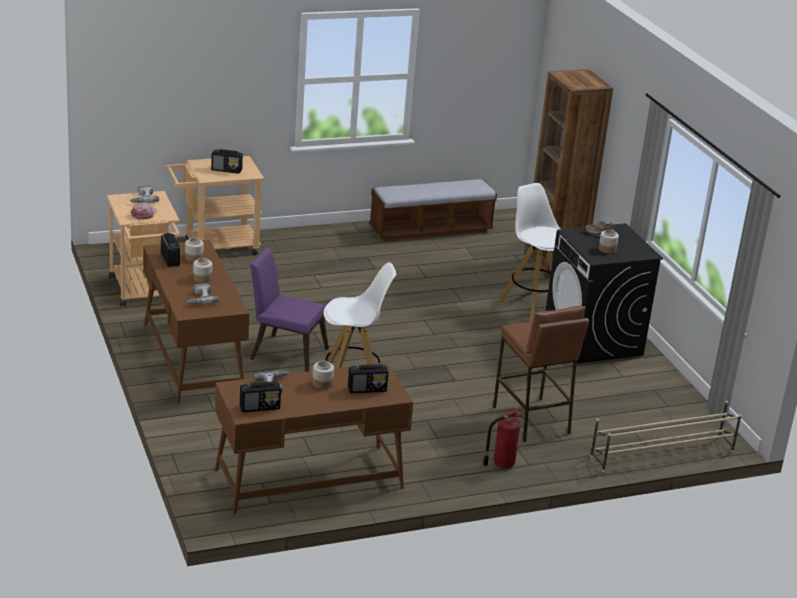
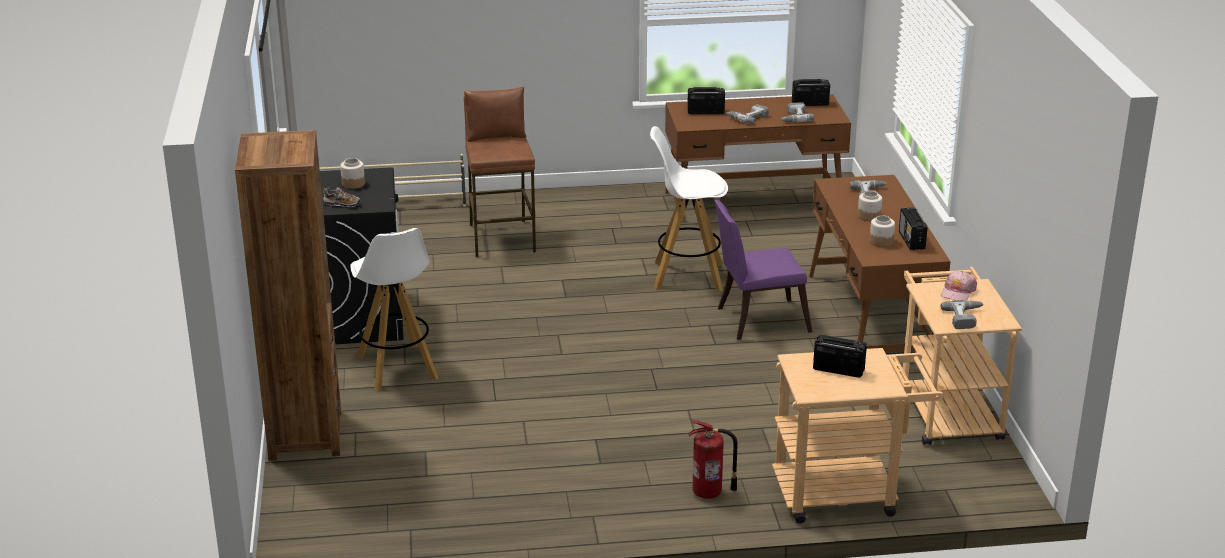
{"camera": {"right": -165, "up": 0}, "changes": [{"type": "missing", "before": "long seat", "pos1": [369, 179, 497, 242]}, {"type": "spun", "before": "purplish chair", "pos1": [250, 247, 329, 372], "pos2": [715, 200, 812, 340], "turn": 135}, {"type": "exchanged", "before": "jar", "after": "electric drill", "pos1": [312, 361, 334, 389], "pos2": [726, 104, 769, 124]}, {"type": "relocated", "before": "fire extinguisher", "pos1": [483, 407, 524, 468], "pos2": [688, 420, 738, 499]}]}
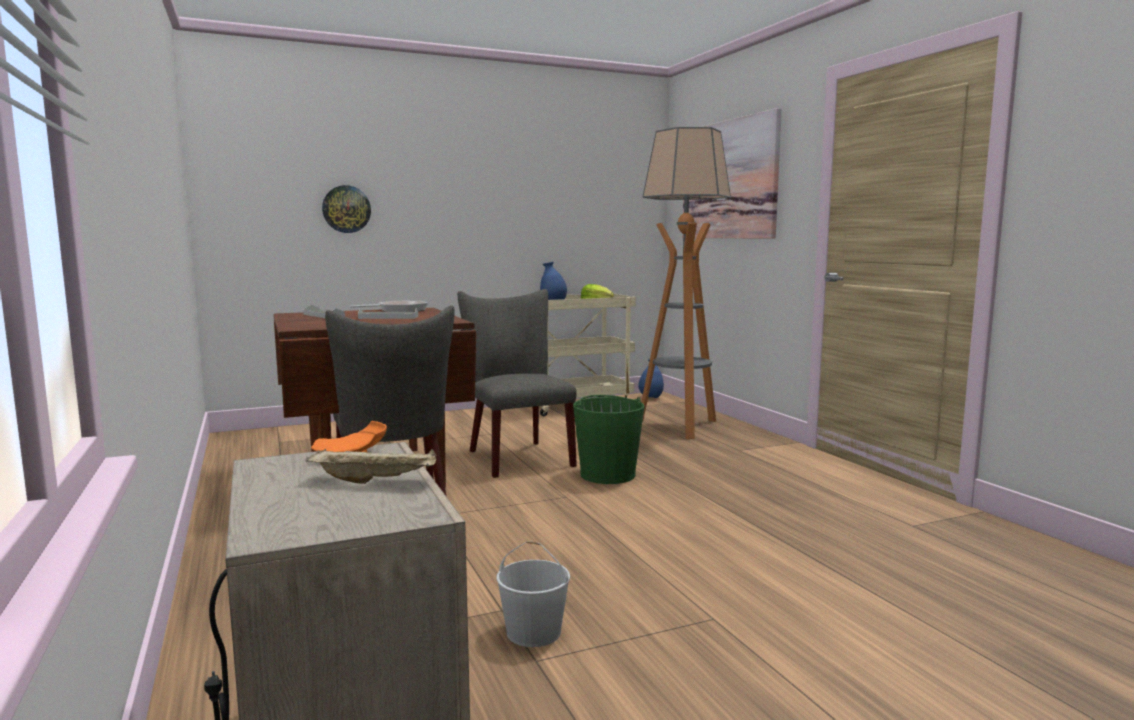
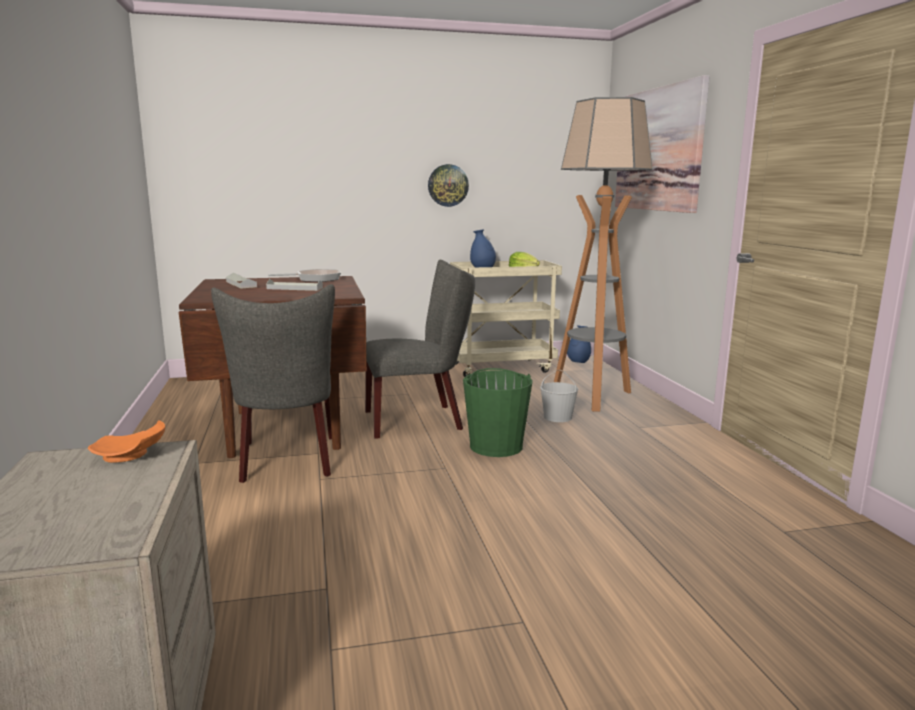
{"camera": {"right": 10, "up": 5}, "changes": [{"type": "relocated", "before": "clock on the wall", "pos1": [322, 185, 371, 233], "pos2": [428, 164, 469, 207]}, {"type": "spun", "before": "grey chair", "pos1": [458, 289, 577, 478], "pos2": [365, 260, 475, 439], "turn": 90}, {"type": "missing", "before": "beige tray", "pos1": [305, 449, 436, 484]}, {"type": "relocated", "before": "white-coloured pail", "pos1": [496, 541, 570, 647], "pos2": [540, 370, 579, 422]}]}
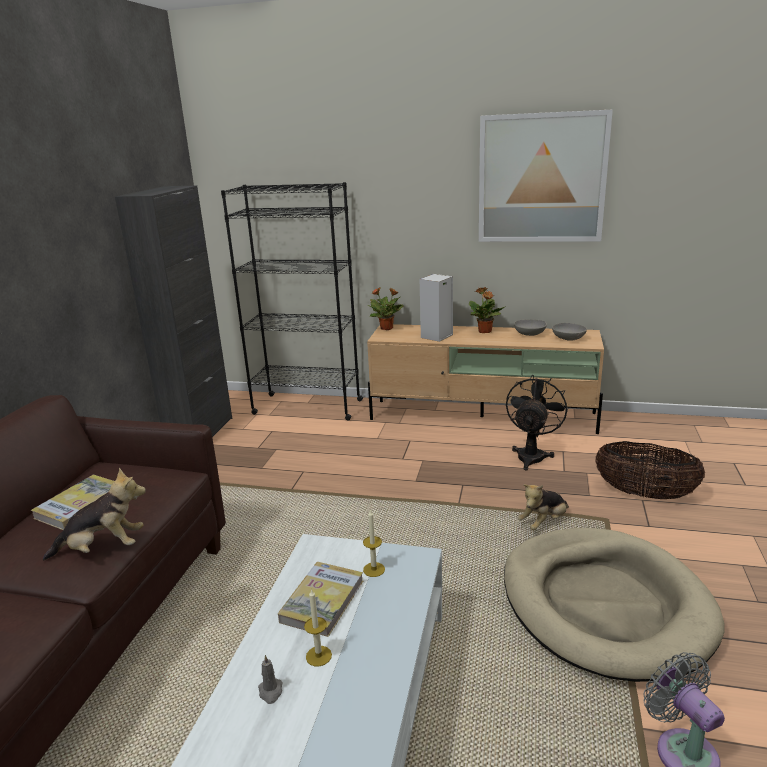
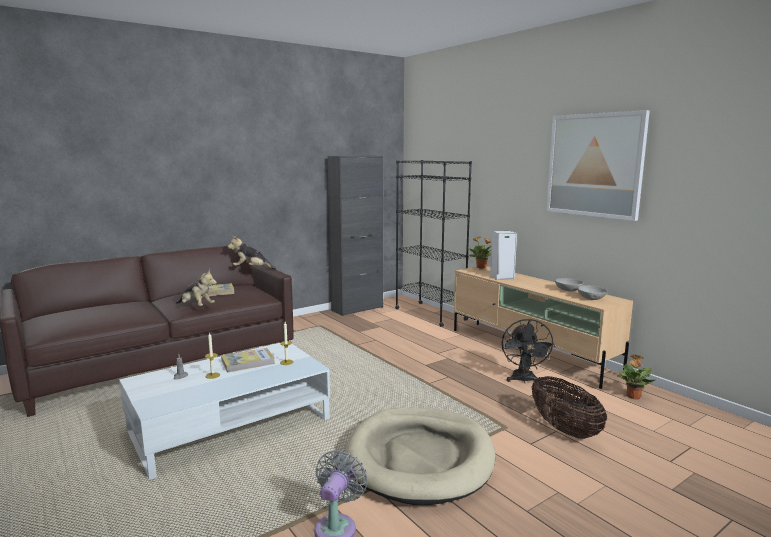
{"camera": {"right": 40, "up": -10}, "changes": [{"type": "relocated", "before": "potted plant", "pos1": [469, 287, 506, 333], "pos2": [618, 354, 655, 399]}, {"type": "spun", "before": "black fan", "pos1": [506, 375, 569, 470], "pos2": [502, 319, 555, 383], "turn": 120}, {"type": "relocated", "before": "cuddly toy", "pos1": [518, 485, 569, 530], "pos2": [228, 236, 276, 269]}]}
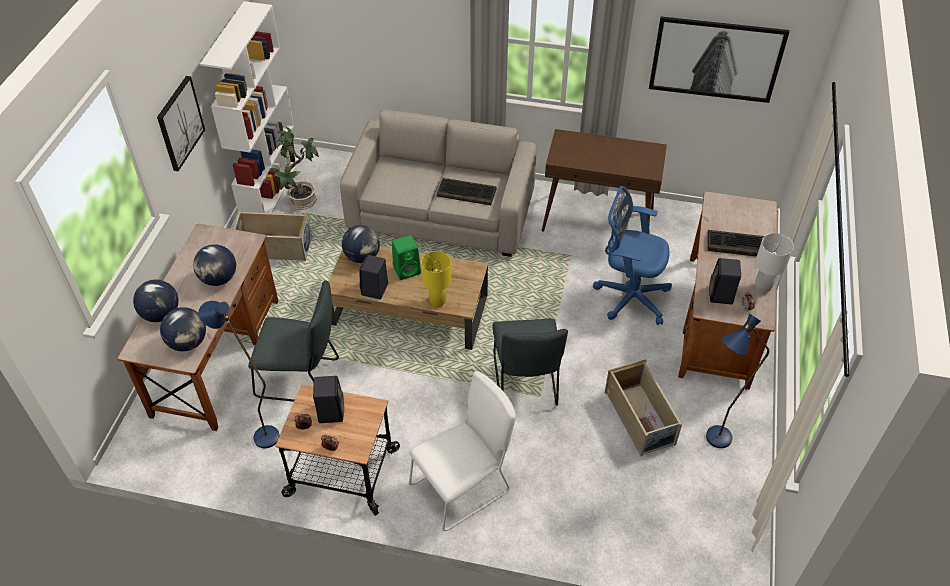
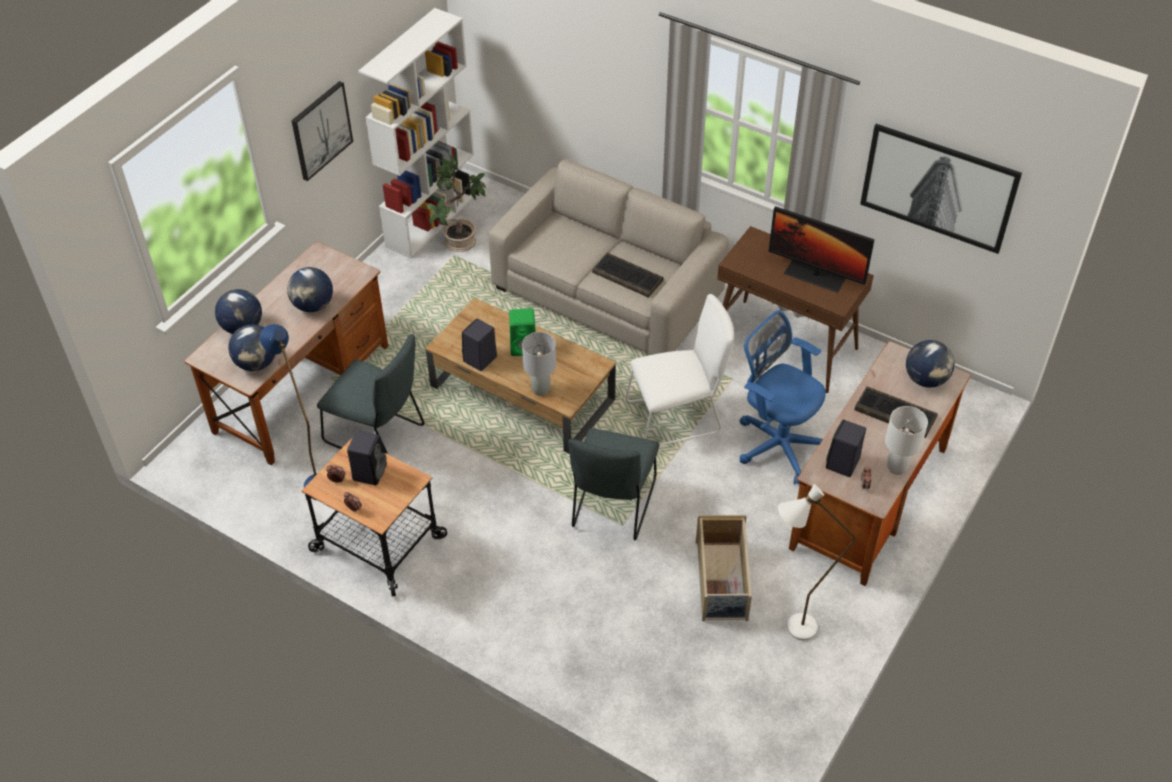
{"camera": {"right": 20, "up": 0}, "changes": [{"type": "missing", "before": "beige storage box", "pos1": [234, 212, 312, 261]}, {"type": "relocated", "before": "globe", "pos1": [342, 225, 380, 263], "pos2": [906, 340, 955, 388]}, {"type": "colour", "before": "yellow lamp for a table", "after": "grey lamp for a table", "pos1": [421, 251, 451, 307], "pos2": [522, 332, 556, 396]}, {"type": "colour", "before": "blue standing lamp", "after": "white-coloured standing lamp", "pos1": [706, 314, 769, 448], "pos2": [778, 484, 855, 641]}, {"type": "relocated", "before": "white-coloured chair", "pos1": [409, 371, 516, 531], "pos2": [626, 294, 734, 446]}, {"type": "appeared", "after": "computer display", "pos2": [769, 206, 874, 293]}]}
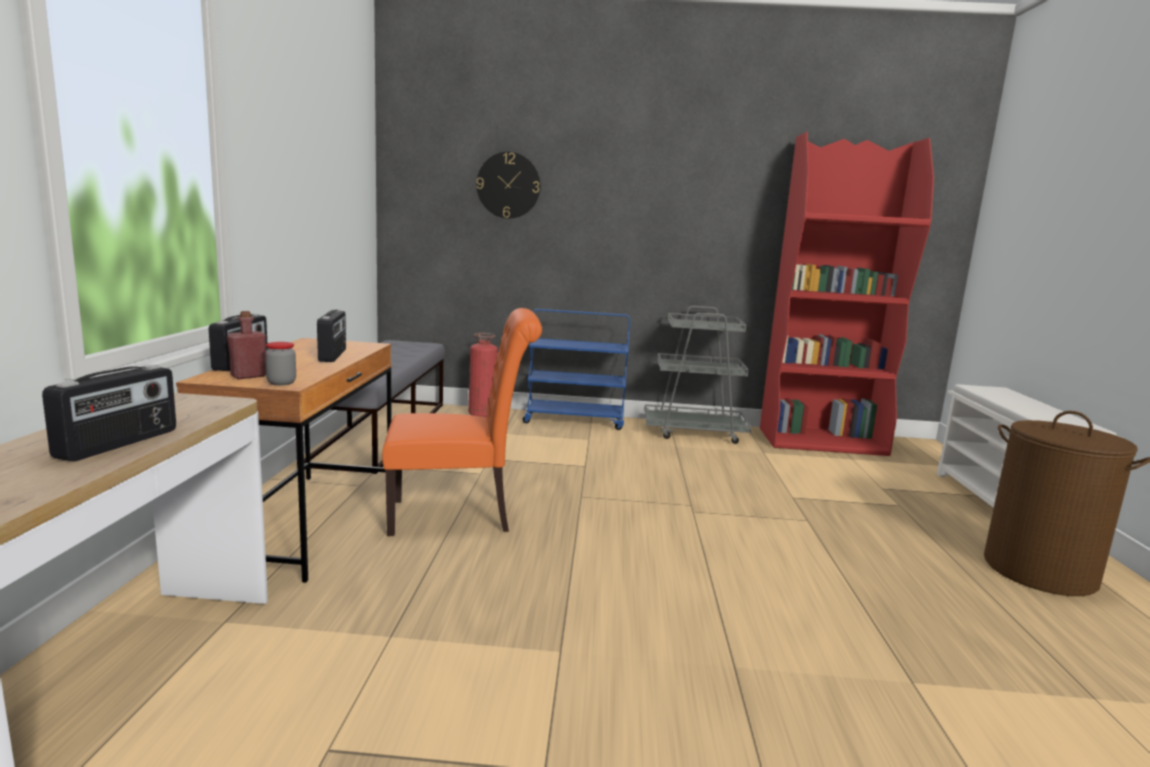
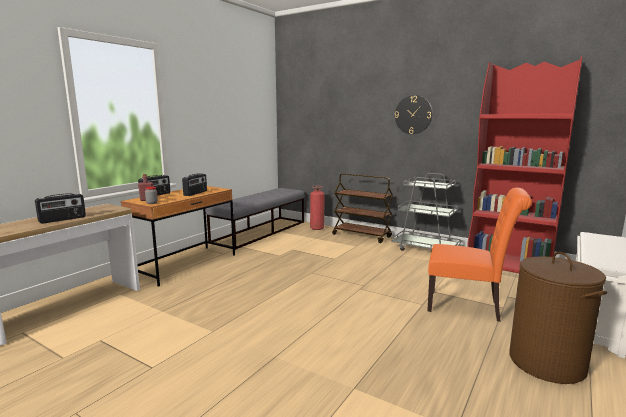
{"camera": {"right": 30, "up": 0}, "changes": [{"type": "relocated", "before": "clock on the wall", "pos1": [476, 152, 540, 219], "pos2": [395, 95, 432, 134]}, {"type": "relocated", "before": "orangey chair", "pos1": [382, 308, 542, 536], "pos2": [427, 188, 532, 322]}, {"type": "colour", "before": "blue cart", "after": "brown-coloured cart", "pos1": [522, 309, 630, 430], "pos2": [332, 173, 393, 243]}]}
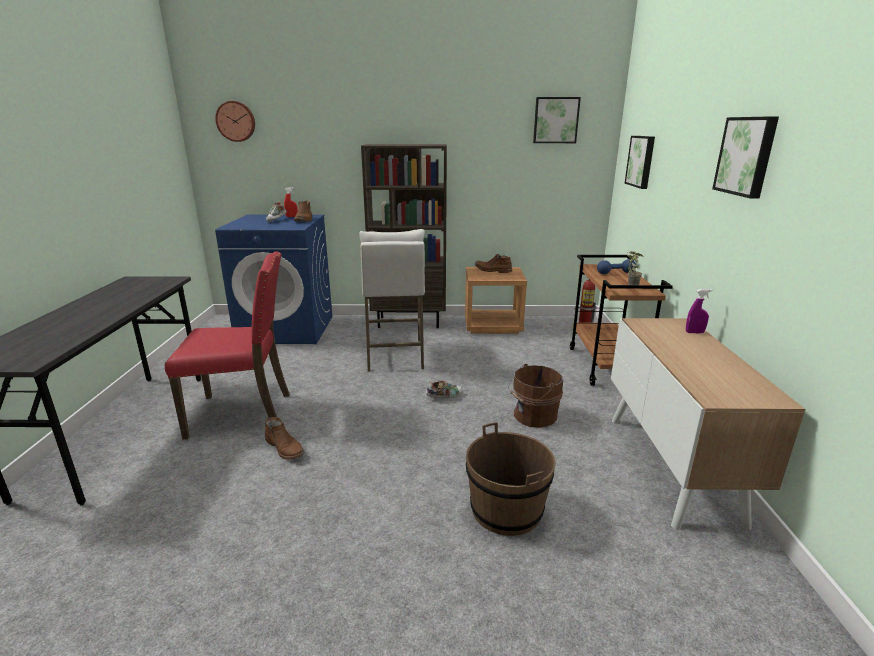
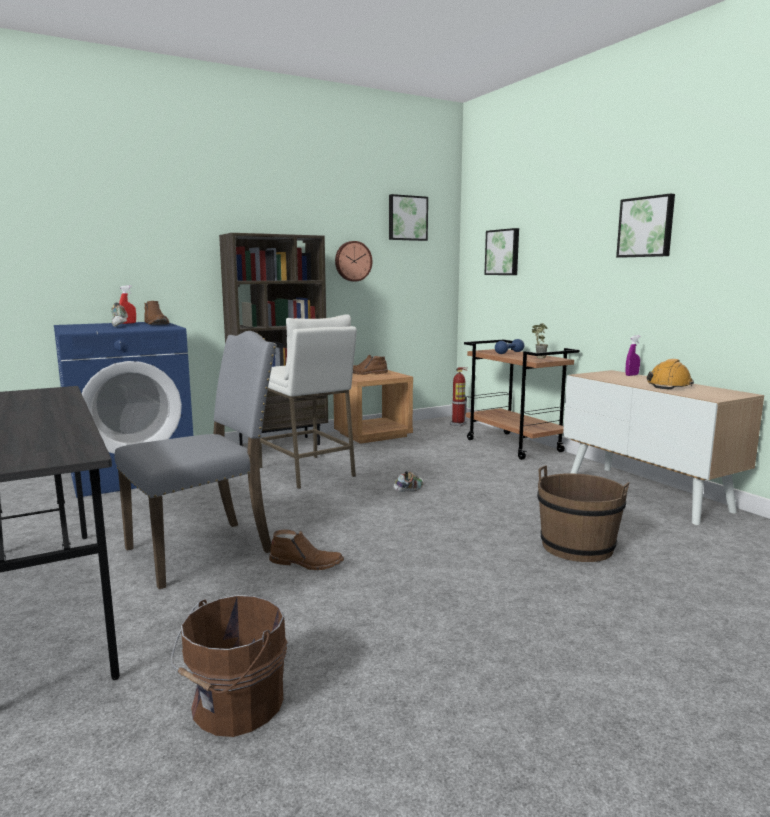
{"camera": {"right": -30, "up": -10}, "changes": [{"type": "relocated", "before": "clock on the wall", "pos1": [215, 101, 255, 142], "pos2": [335, 241, 372, 282]}, {"type": "colour", "before": "reddish chair", "after": "grey chair", "pos1": [165, 251, 290, 439], "pos2": [114, 331, 277, 589]}, {"type": "relocated", "before": "brown-coloured pail", "pos1": [508, 364, 563, 428], "pos2": [171, 595, 287, 737]}, {"type": "appeared", "after": "orangey safety helmet", "pos2": [647, 359, 694, 390]}]}
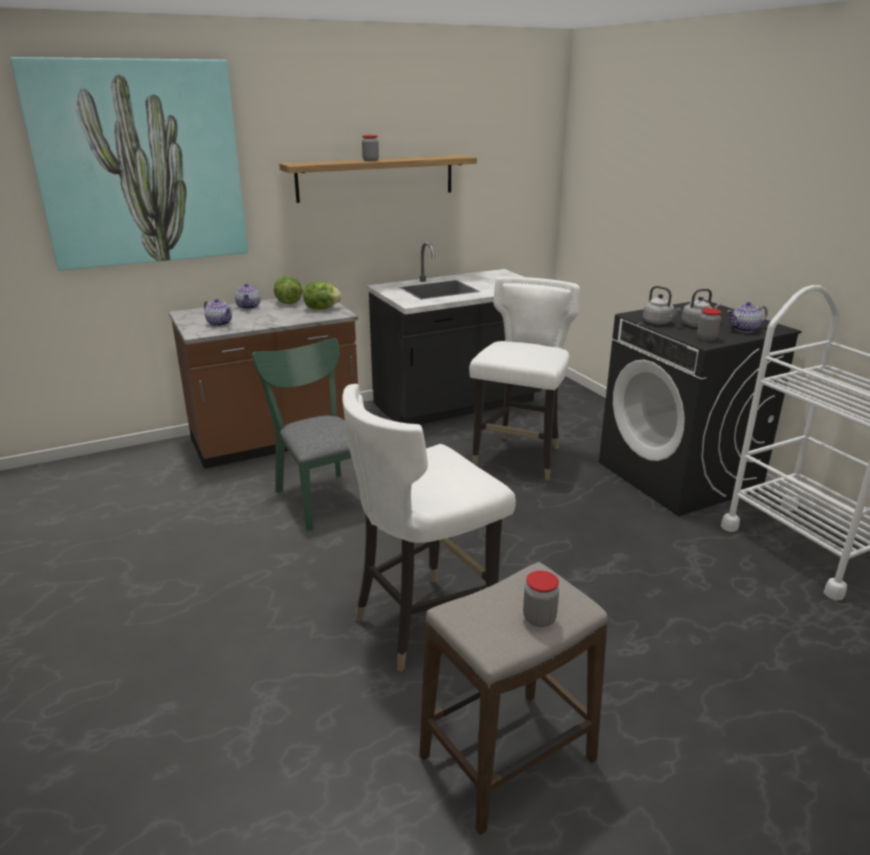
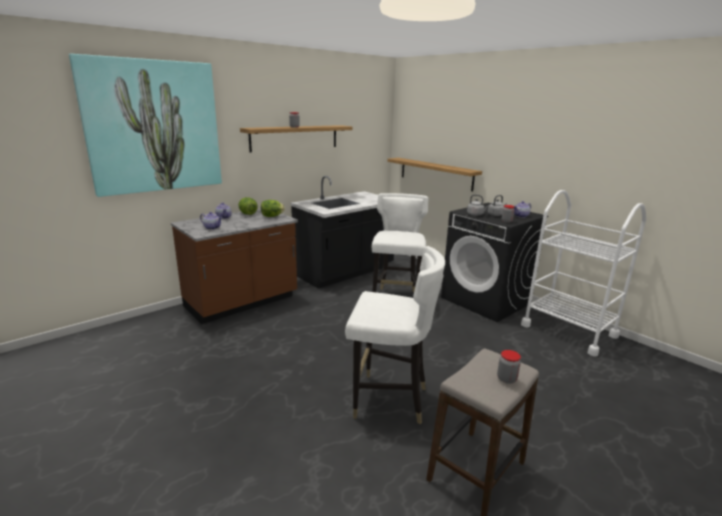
{"camera": {"right": -15, "up": -5}, "changes": [{"type": "missing", "before": "green chair", "pos1": [252, 338, 352, 531]}, {"type": "spun", "before": "white-coloured chair", "pos1": [342, 384, 516, 672], "pos2": [345, 246, 445, 424], "turn": -120}, {"type": "appeared", "after": "wall shelf", "pos2": [387, 158, 482, 191]}]}
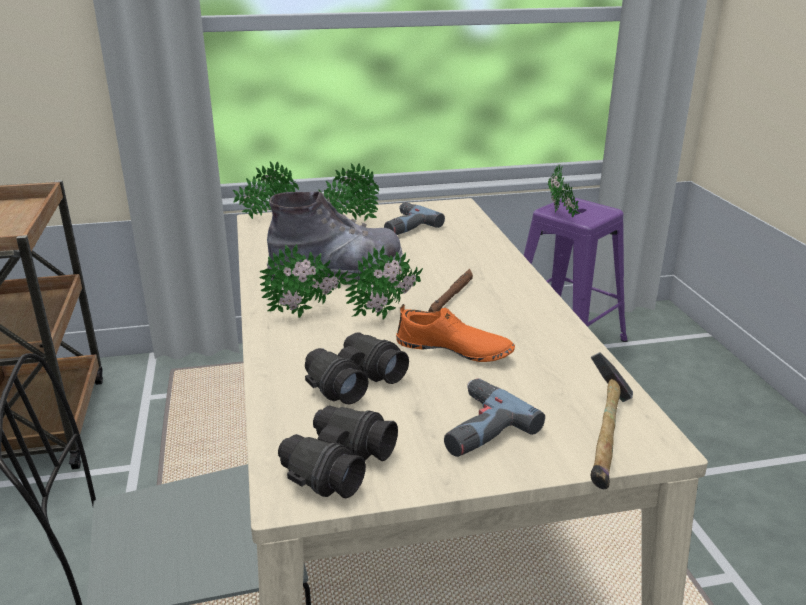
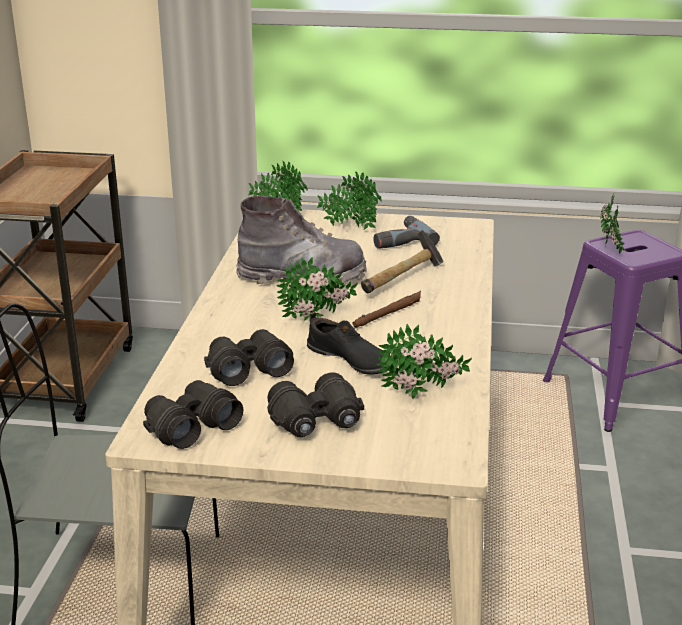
{"camera": {"right": 20, "up": 0}, "changes": [{"type": "relocated", "before": "potted plant", "pos1": [259, 244, 348, 318], "pos2": [378, 324, 472, 399]}, {"type": "colour", "before": "orangey low shoe", "after": "black low shoe", "pos1": [396, 304, 515, 362], "pos2": [307, 312, 392, 375]}, {"type": "relocated", "before": "hammer", "pos1": [591, 352, 633, 489], "pos2": [361, 230, 444, 293]}, {"type": "exchanged", "before": "electric drill", "after": "black field glasses", "pos1": [444, 378, 545, 457], "pos2": [267, 372, 364, 437]}]}
